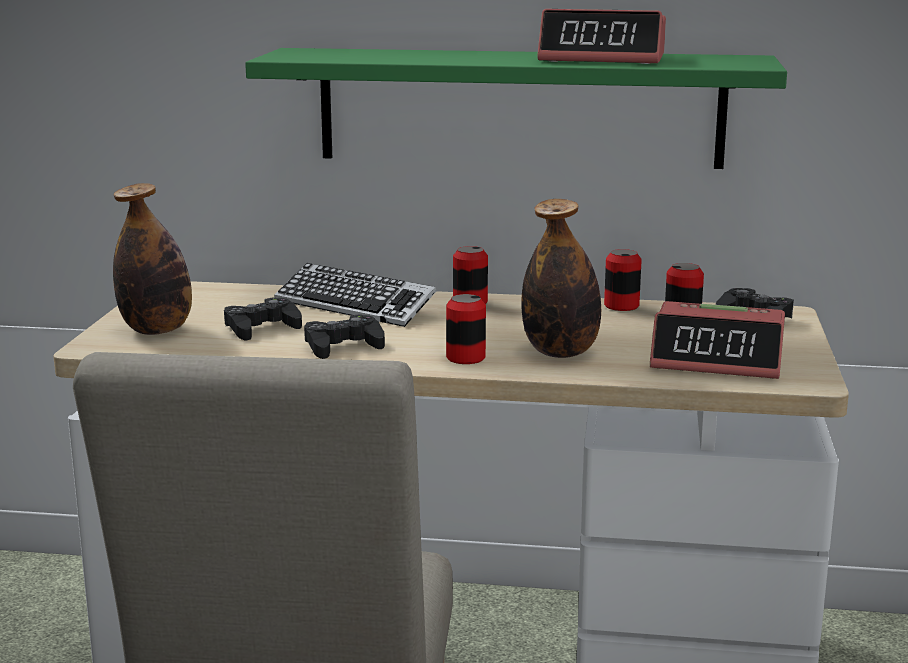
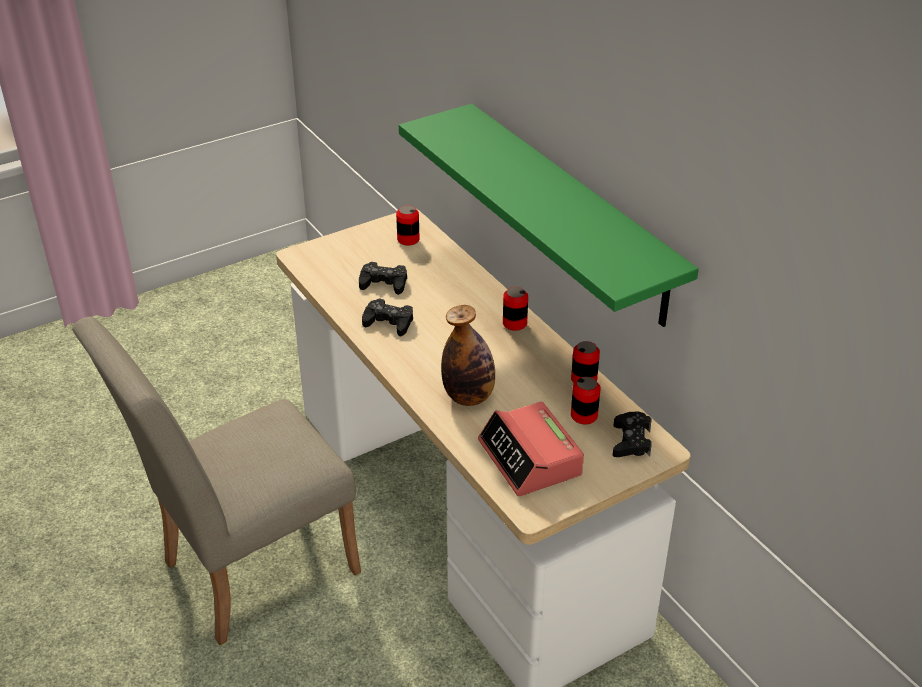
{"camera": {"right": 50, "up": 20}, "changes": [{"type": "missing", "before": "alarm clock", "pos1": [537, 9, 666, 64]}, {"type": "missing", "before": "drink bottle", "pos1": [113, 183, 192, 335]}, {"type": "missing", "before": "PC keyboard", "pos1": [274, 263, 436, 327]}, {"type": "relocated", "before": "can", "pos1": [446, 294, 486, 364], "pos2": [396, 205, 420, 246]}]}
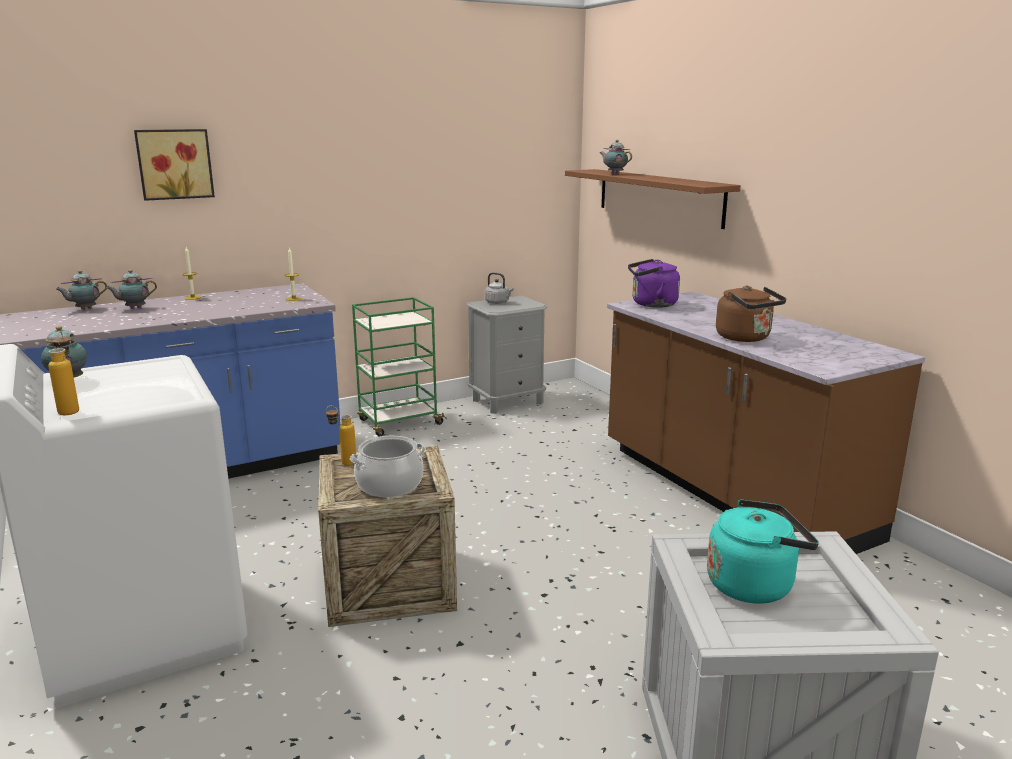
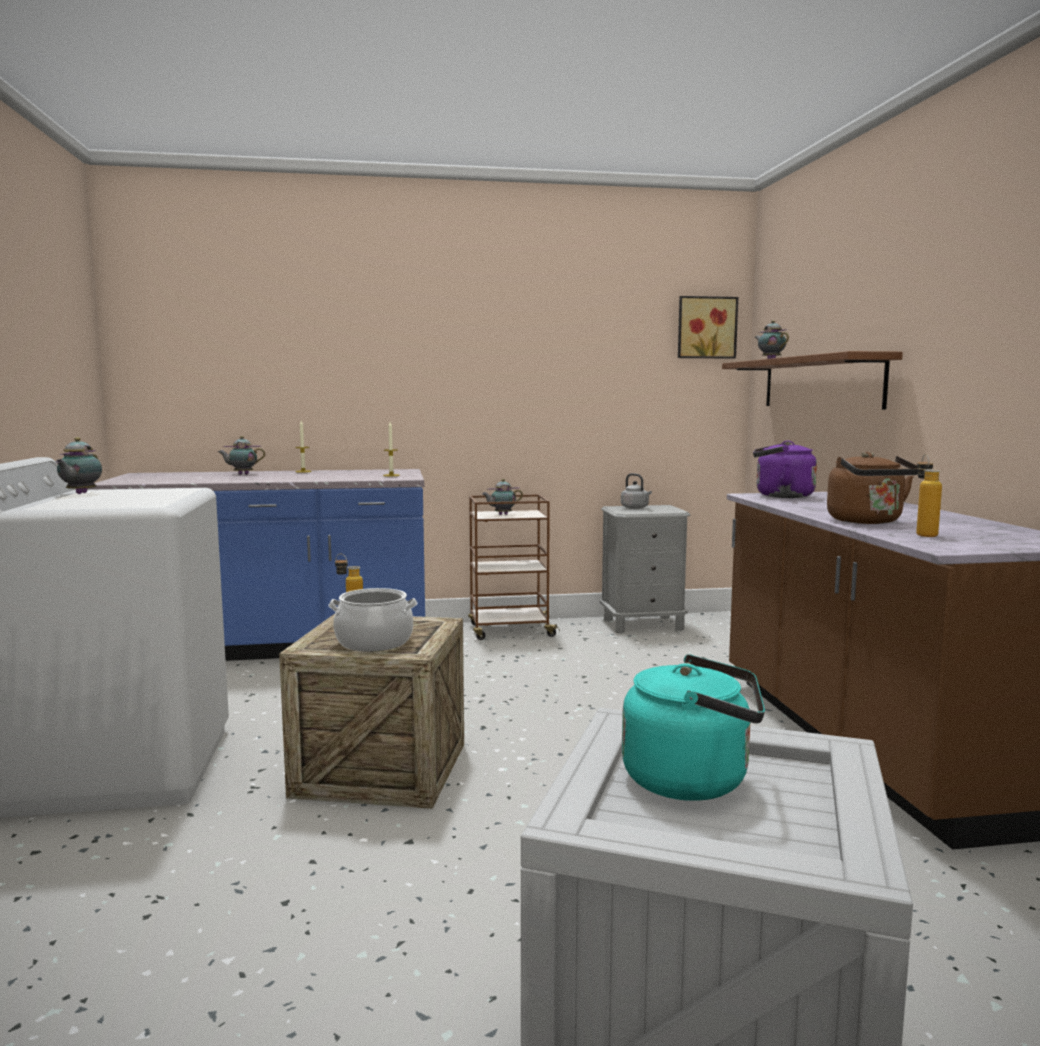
{"camera": {"right": 20, "up": -10}, "changes": [{"type": "relocated", "before": "picture", "pos1": [134, 129, 215, 201], "pos2": [678, 296, 738, 359]}, {"type": "relocated", "before": "pot for tea", "pos1": [55, 270, 107, 310], "pos2": [482, 479, 523, 515]}, {"type": "colour", "before": "green cart", "after": "brown-coloured cart", "pos1": [352, 297, 447, 437], "pos2": [468, 494, 560, 640]}, {"type": "relocated", "before": "drink bottle", "pos1": [48, 331, 79, 415], "pos2": [916, 454, 942, 537]}]}
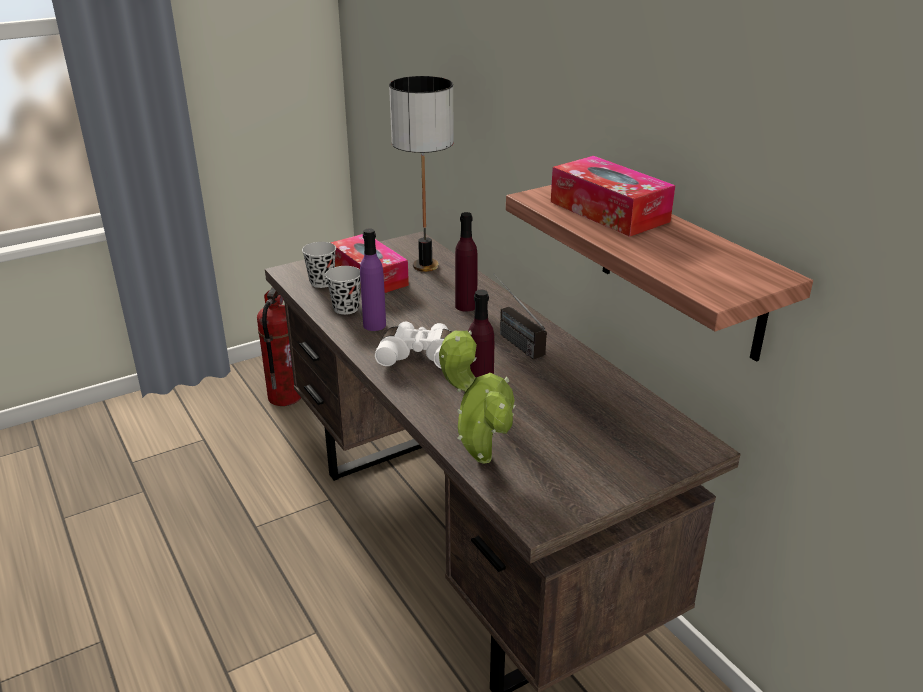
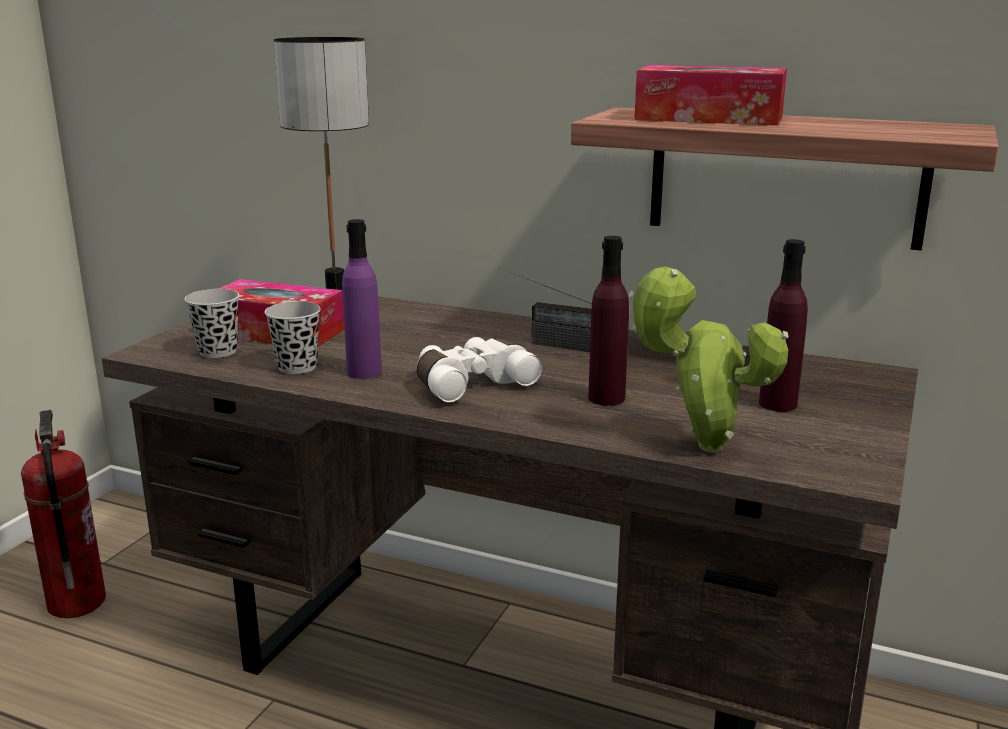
{"camera": {"right": -35, "up": -10}, "changes": [{"type": "relocated", "before": "purplish drink bottle", "pos1": [455, 212, 478, 312], "pos2": [759, 239, 808, 412]}]}
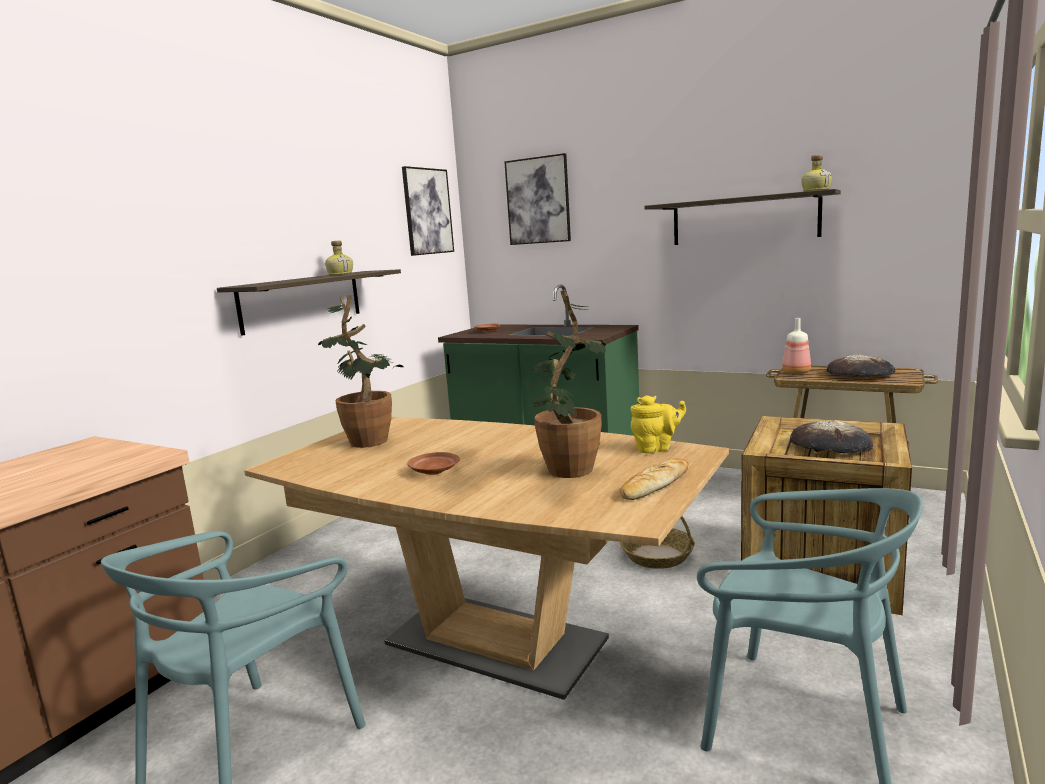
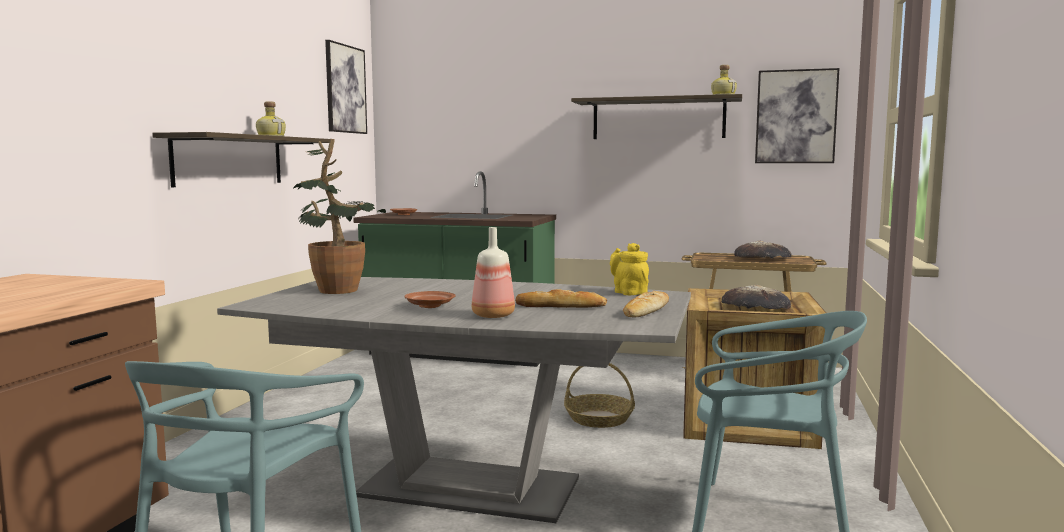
{"camera": {"right": -15, "up": -5}, "changes": [{"type": "relocated", "before": "picture", "pos1": [504, 153, 571, 245], "pos2": [755, 68, 839, 163]}, {"type": "exchanged", "before": "potted plant", "after": "bread", "pos1": [531, 290, 606, 478], "pos2": [515, 289, 607, 308]}, {"type": "relocated", "before": "drink bottle", "pos1": [782, 318, 811, 374], "pos2": [472, 227, 515, 318]}, {"type": "spun", "before": "yellow pot for tea", "pos1": [630, 395, 686, 453], "pos2": [610, 243, 649, 295], "turn": -90}, {"type": "colour", "before": "brown-coloured dining table", "after": "grey dining table", "pos1": [244, 417, 729, 700], "pos2": [217, 277, 691, 523]}]}
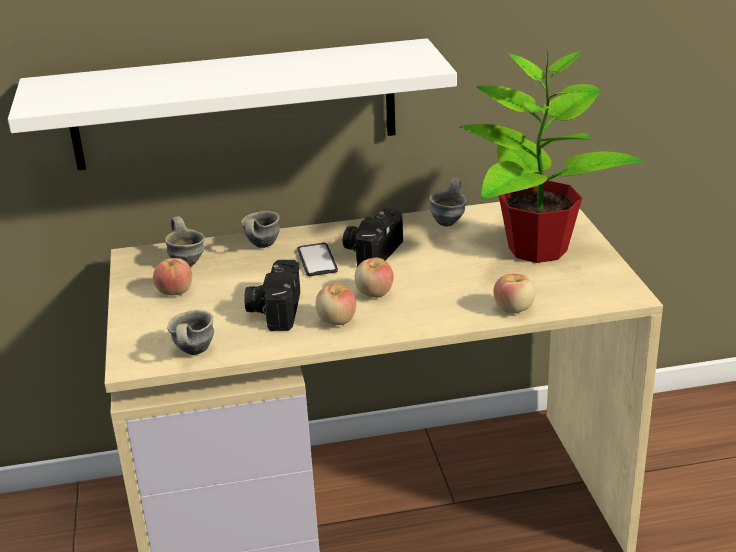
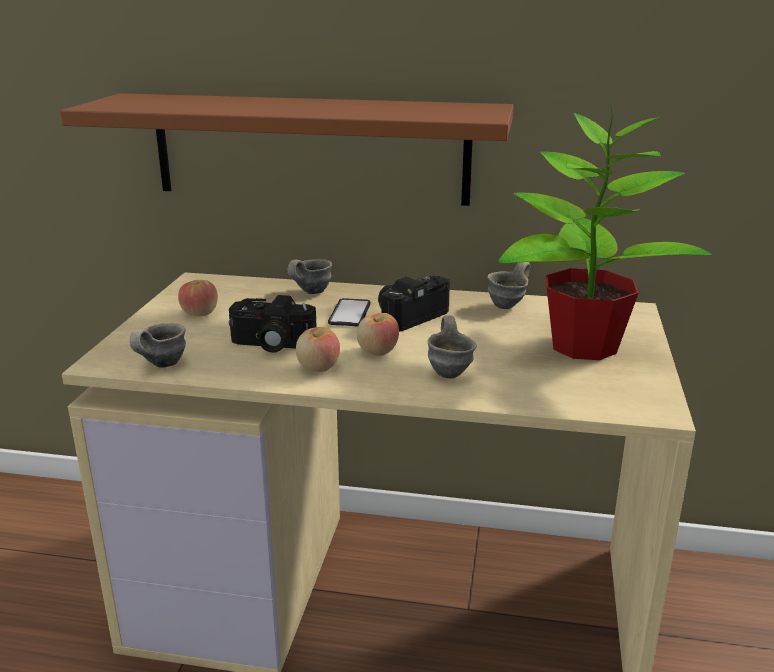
{"camera": {"right": 20, "up": -5}, "changes": [{"type": "colour", "before": "white-coloured wall shelf", "after": "brown-coloured wall shelf", "pos1": [8, 38, 457, 170], "pos2": [60, 93, 514, 206]}, {"type": "relocated", "before": "grey mug", "pos1": [165, 216, 205, 267], "pos2": [427, 315, 477, 378]}, {"type": "spun", "before": "still camera", "pos1": [244, 260, 300, 331], "pos2": [229, 295, 317, 353], "turn": -105}, {"type": "missing", "before": "apple fruit", "pos1": [493, 274, 535, 313]}]}
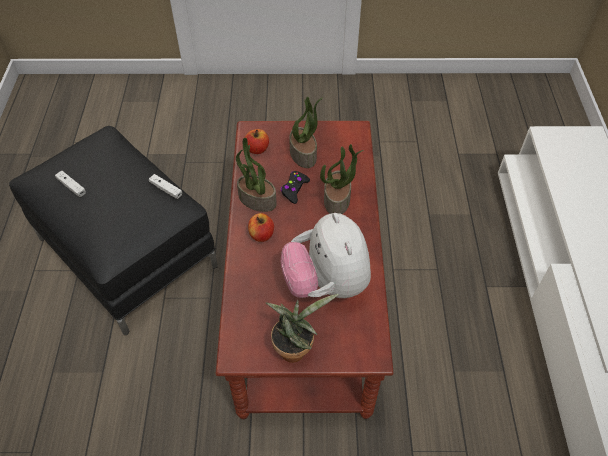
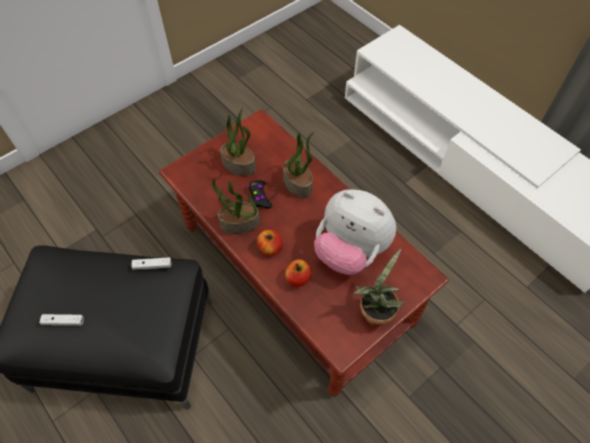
{"camera": {"right": -40, "up": 5}, "changes": [{"type": "relocated", "before": "apple fruit", "pos1": [245, 129, 269, 154], "pos2": [285, 259, 311, 287]}]}
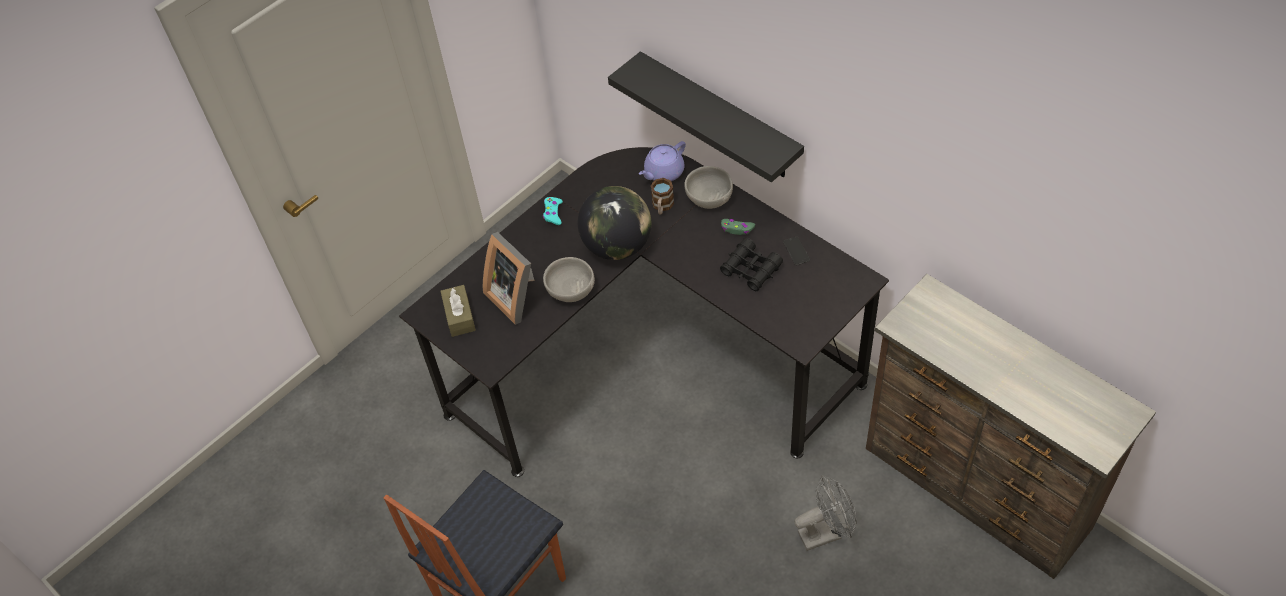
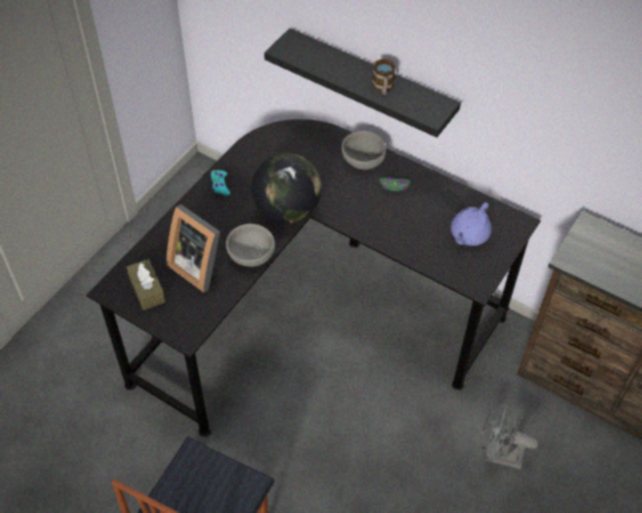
{"camera": {"right": -15, "up": 0}, "changes": [{"type": "relocated", "before": "purplish pot for tea", "pos1": [639, 141, 686, 181], "pos2": [451, 202, 492, 246]}, {"type": "relocated", "before": "mug", "pos1": [651, 178, 674, 214], "pos2": [372, 58, 396, 95]}, {"type": "missing", "before": "black field glasses", "pos1": [720, 238, 783, 291]}, {"type": "spun", "before": "grey fan", "pos1": [794, 475, 857, 551], "pos2": [481, 402, 538, 469], "turn": -135}]}
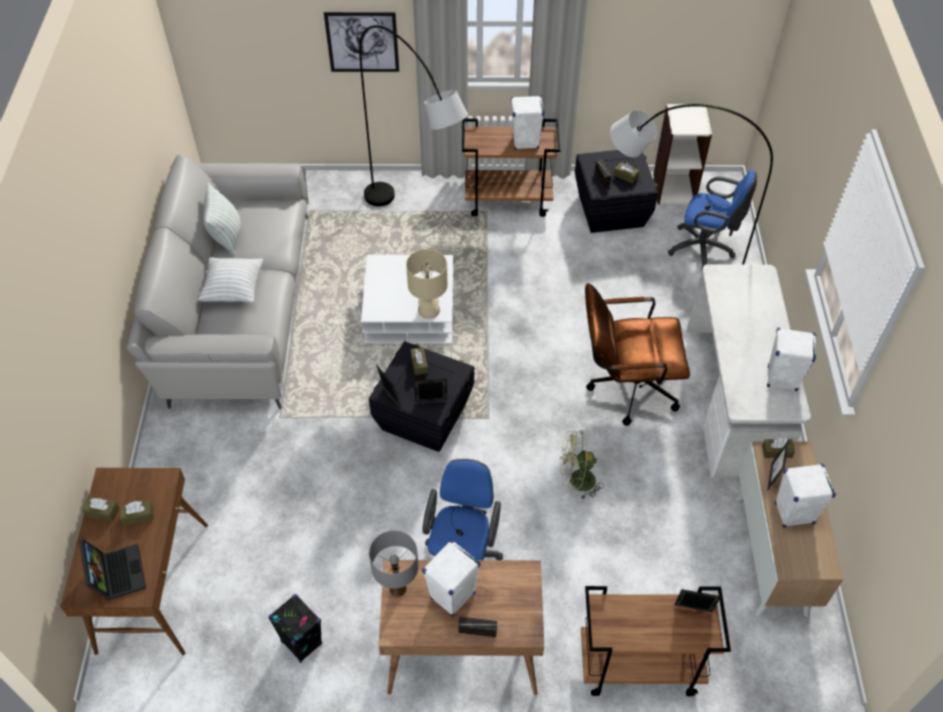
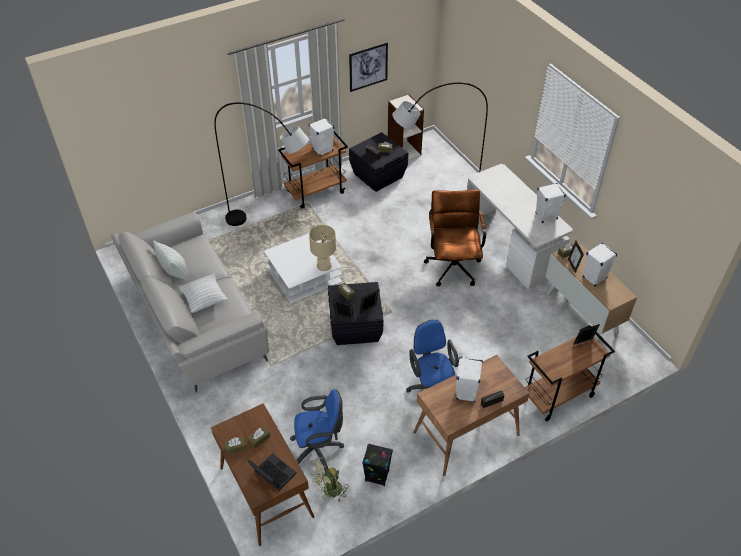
{"camera": {"right": -30, "up": -5}, "changes": [{"type": "relocated", "before": "picture", "pos1": [324, 12, 399, 72], "pos2": [349, 42, 388, 92]}, {"type": "relocated", "before": "blue computer chair", "pos1": [668, 170, 757, 271], "pos2": [290, 389, 344, 472]}, {"type": "spun", "before": "brown-coloured computer chair", "pos1": [585, 283, 690, 426], "pos2": [423, 190, 486, 287], "turn": 120}, {"type": "relocated", "before": "green fan", "pos1": [560, 430, 604, 500], "pos2": [309, 457, 348, 502]}, {"type": "missing", "before": "grey lamp for a table", "pos1": [369, 531, 419, 597]}]}
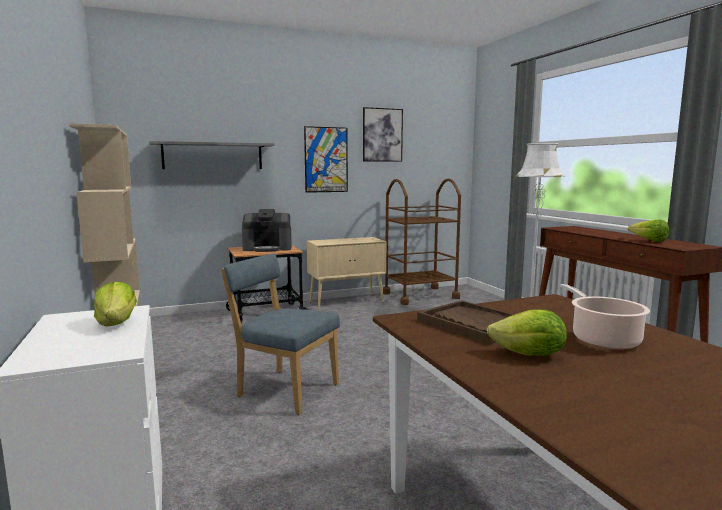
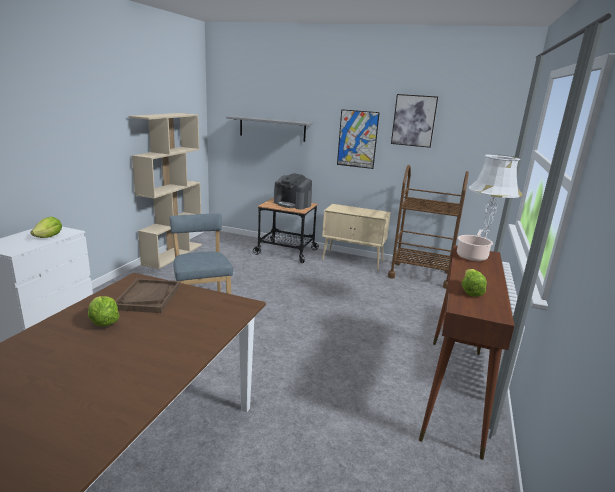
{"camera": {"right": 40, "up": 10}, "changes": [{"type": "relocated", "before": "saucepot", "pos1": [560, 284, 650, 350], "pos2": [457, 229, 493, 261]}]}
